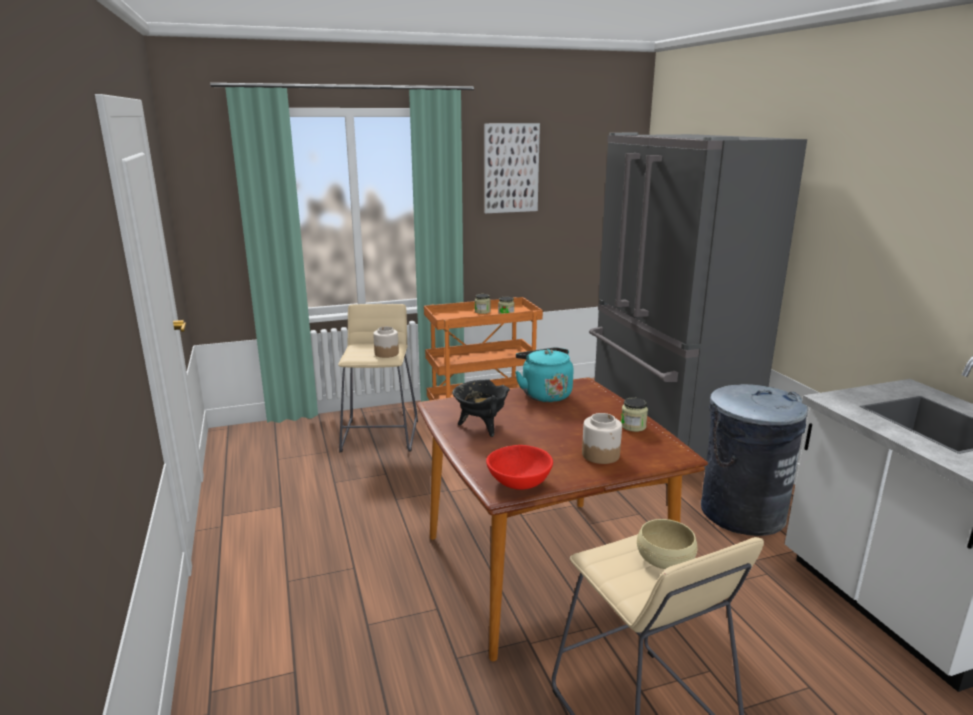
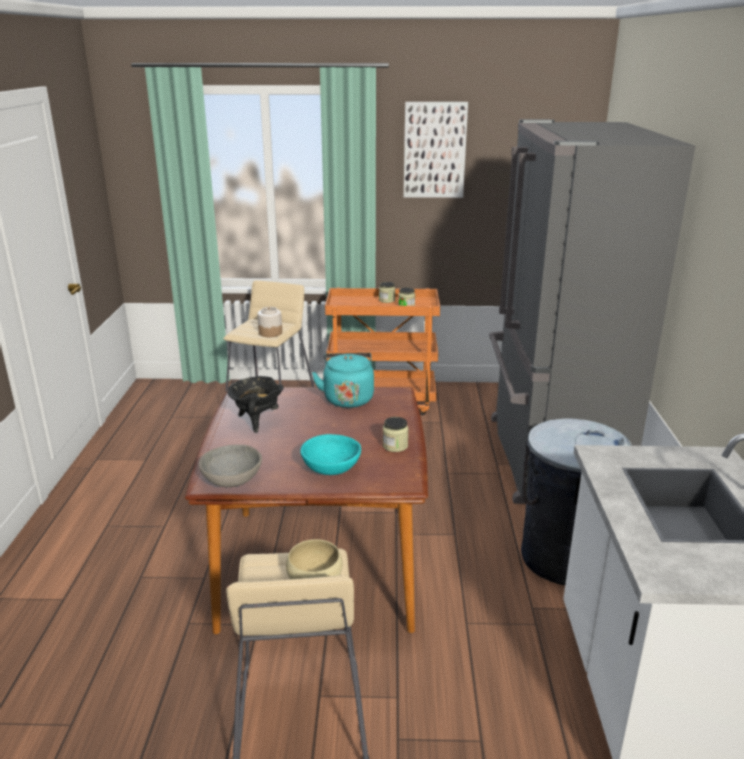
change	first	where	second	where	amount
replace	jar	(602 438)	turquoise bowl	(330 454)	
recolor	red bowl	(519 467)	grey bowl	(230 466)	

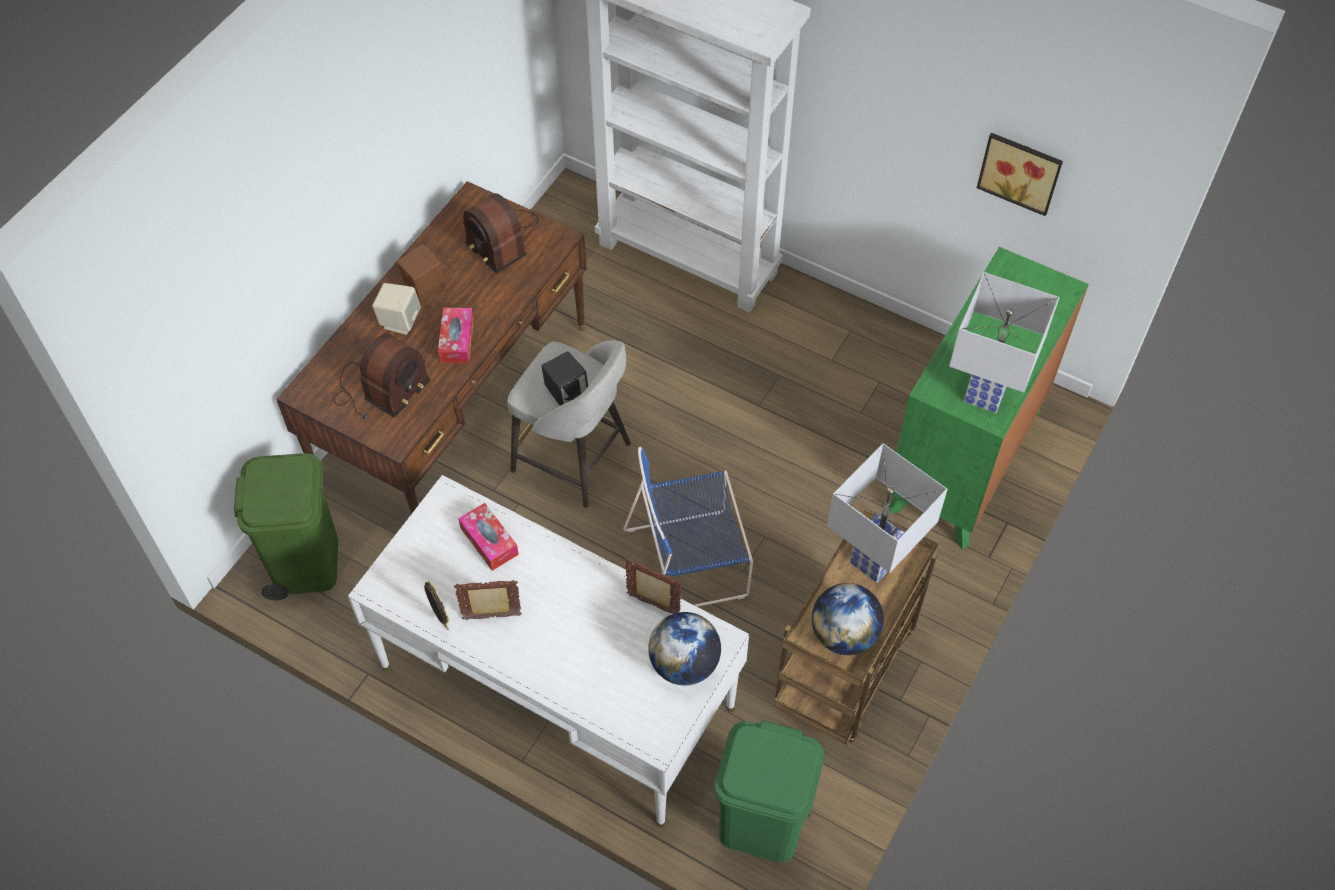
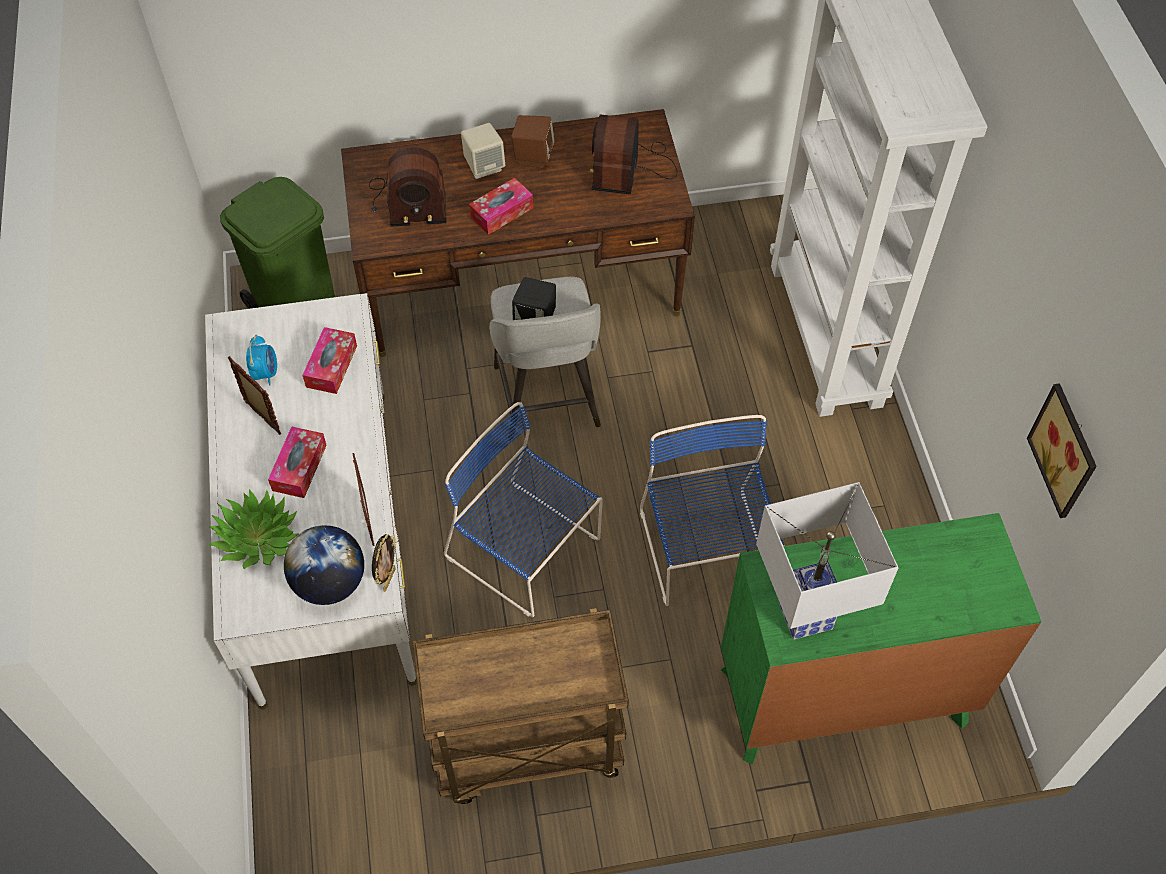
change	first	where	second	where	amount
delete	green trash can	(769 791)			
delete	globe	(848 619)			
delete	white table lamp	(887 513)			
insert			potted plant	(253 529)	
insert			alarm clock	(261 360)	
insert			tissue box	(297 462)	
insert			blue chair	(712 510)	
move	picture frame	(437 605)		(384 563)	

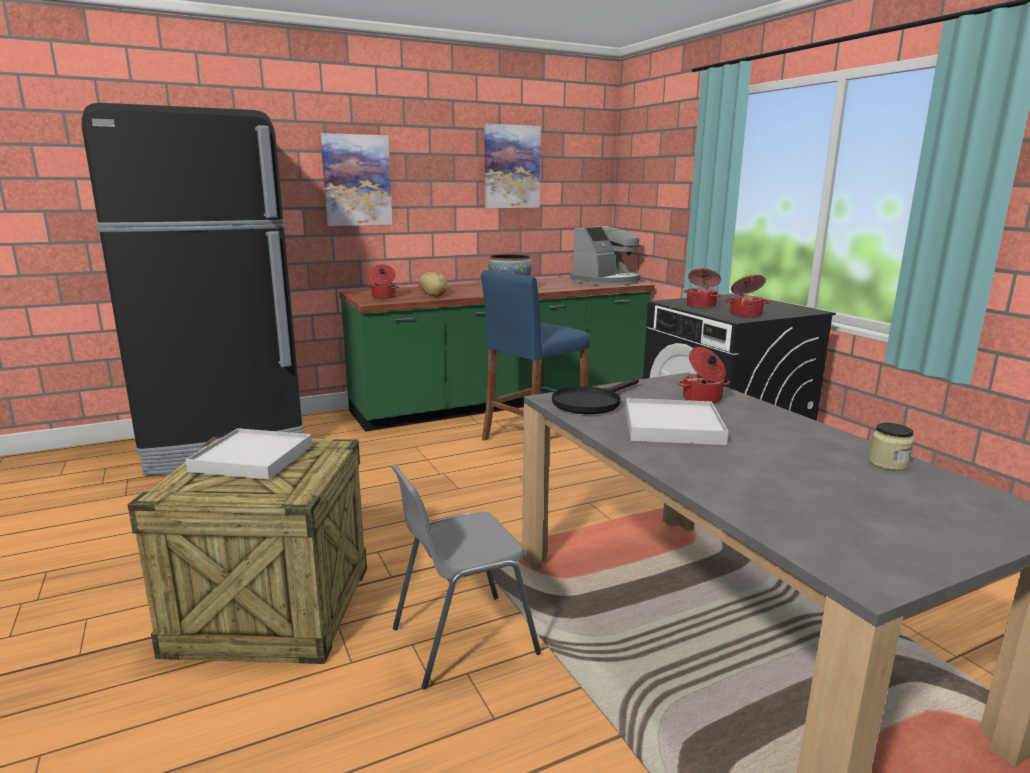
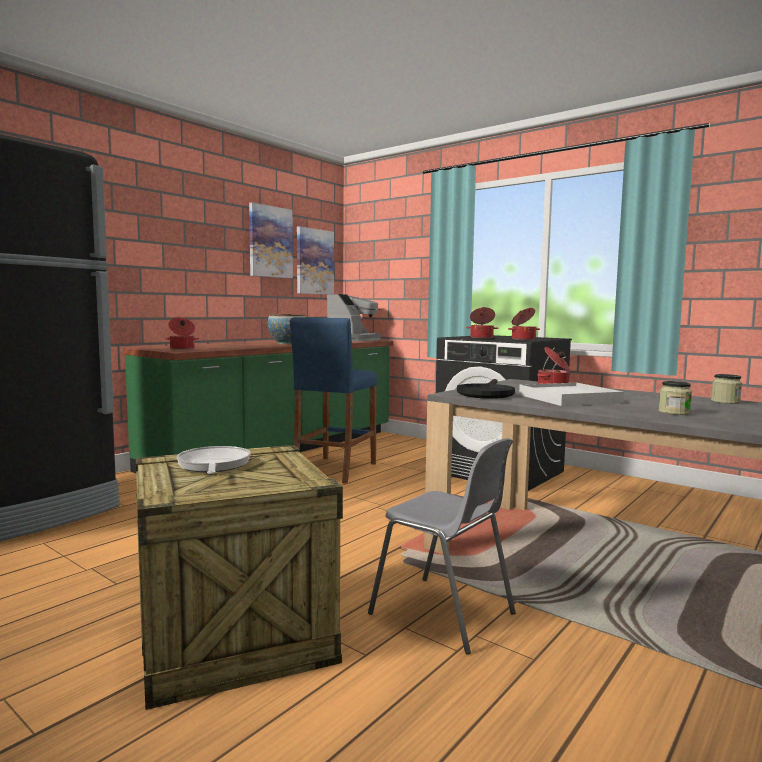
change	first	where	second	where	amount
delete	bread	(433 284)			
insert			jar	(675 398)	
move	picture	(356 179)		(315 260)	
replace	white tray	(249 454)	frying pan	(214 460)	
rotate	grey chair	(466 576)		(442 546)	90 degrees counterclockwise

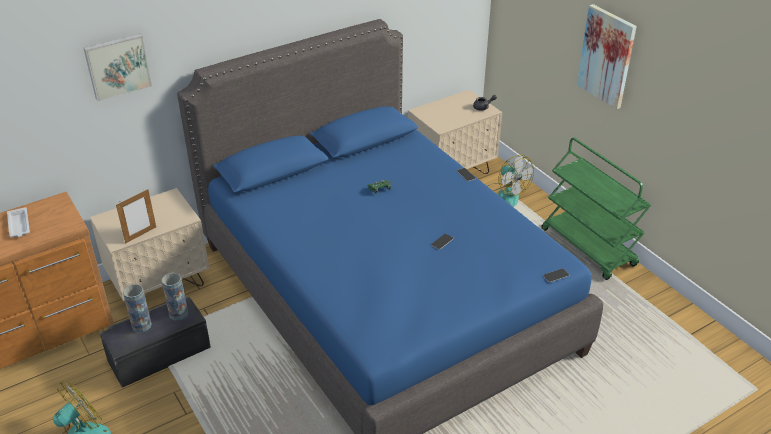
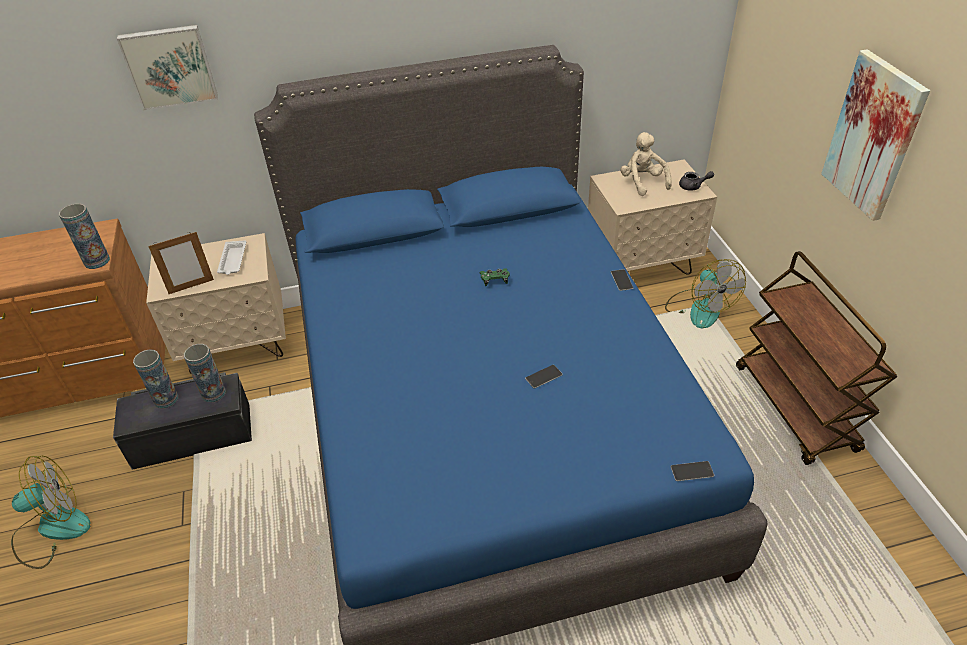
change	first	where	second	where	amount
insert			vase	(84 236)	
insert			beige plush toy	(646 164)	
move	white tray	(18 222)		(231 257)	
recolor	green cart	(596 209)	brown cart	(816 358)	

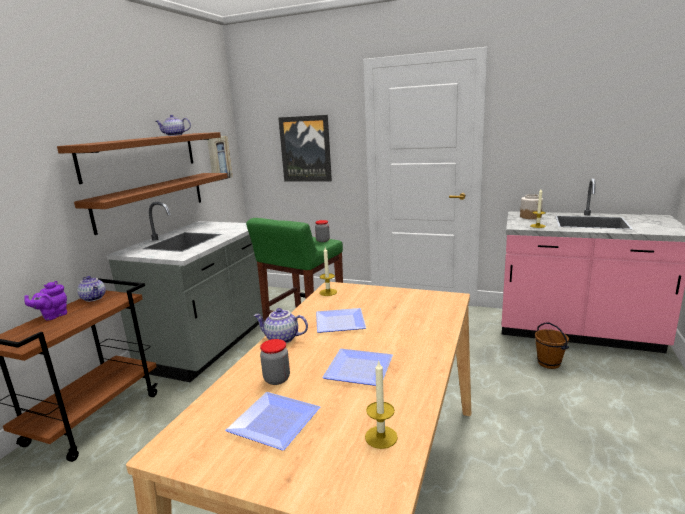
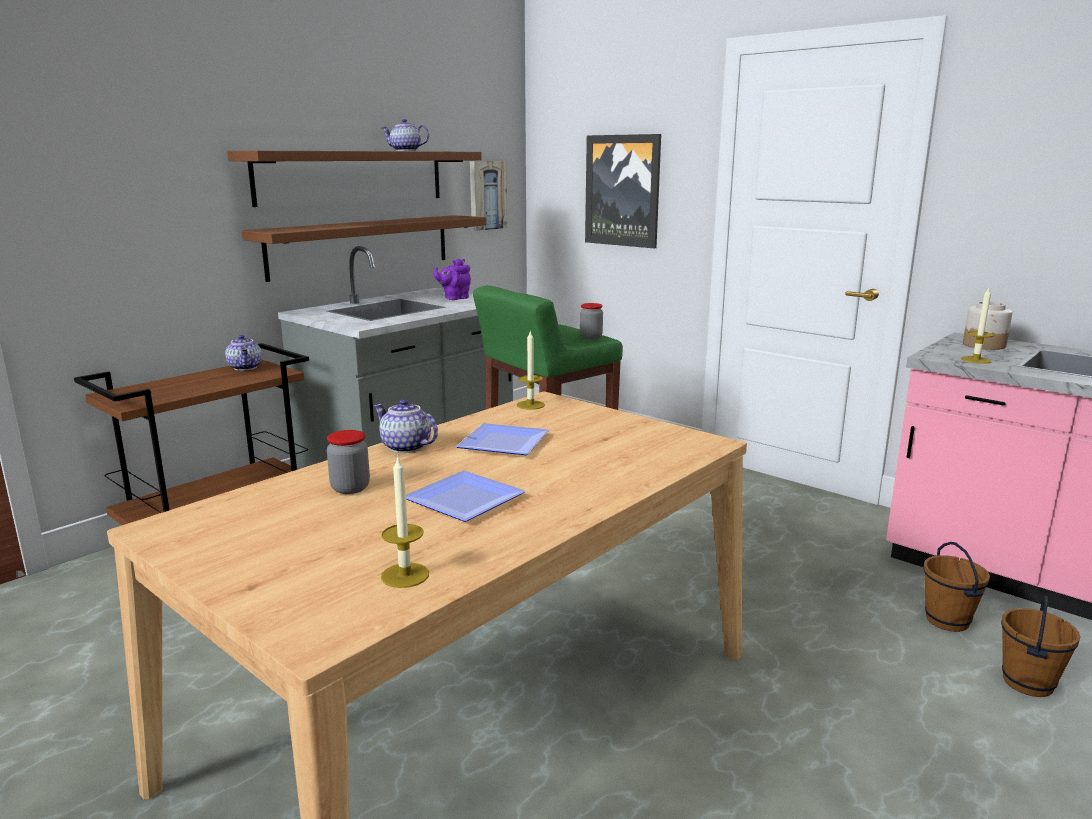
change	first	where	second	where	amount
delete	plate	(272 421)			
insert			brown bucket	(1040 646)	
move	purple teapot	(45 300)		(452 279)	

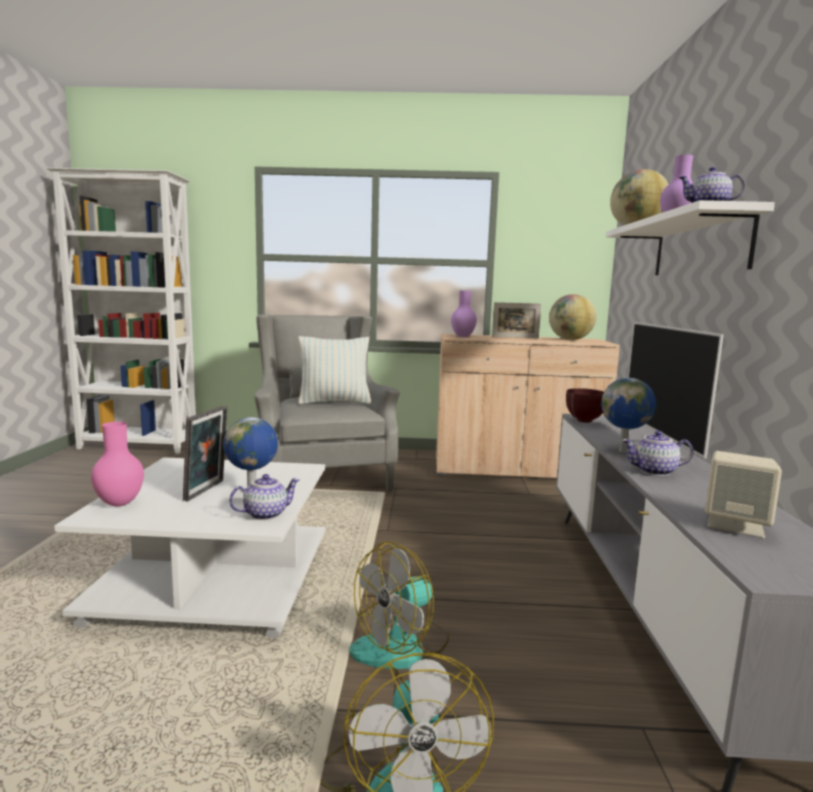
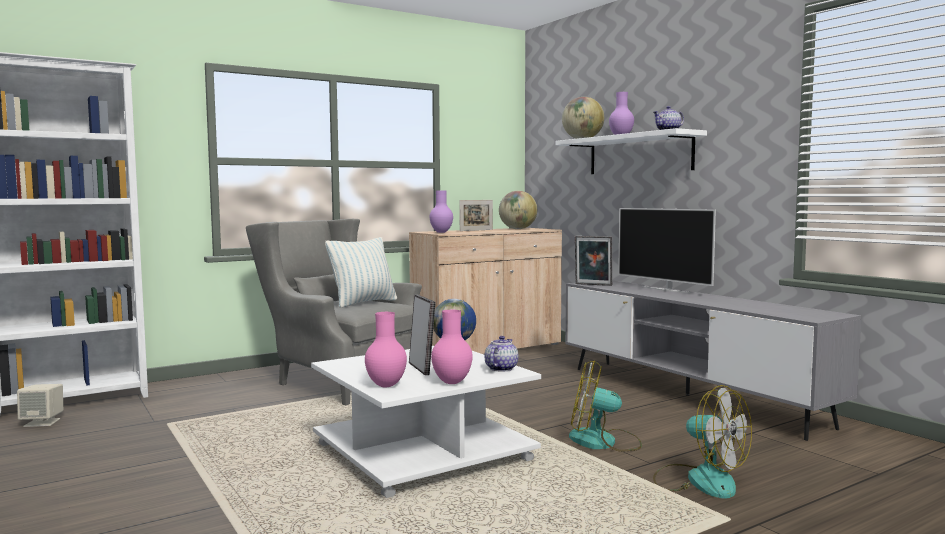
change	first	where	second	where	amount
delete	globe	(628 415)			
delete	teapot	(658 453)			
insert			pink vase	(452 347)	
move	beige speaker	(743 494)		(40 405)	
replace	brown bowl	(585 405)	picture frame	(593 261)	
rotate	fan	(399 605)		(605 406)	90 degrees clockwise

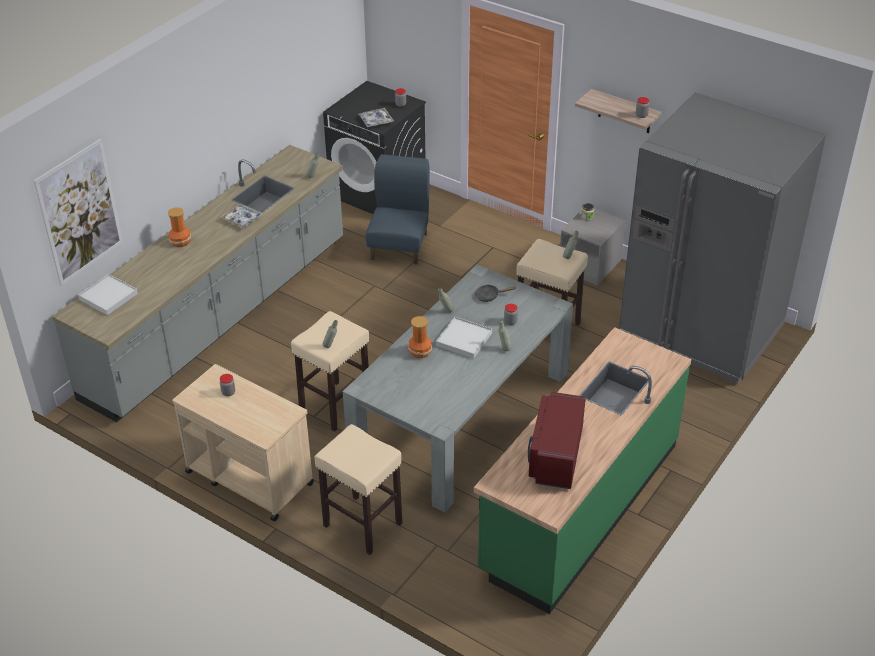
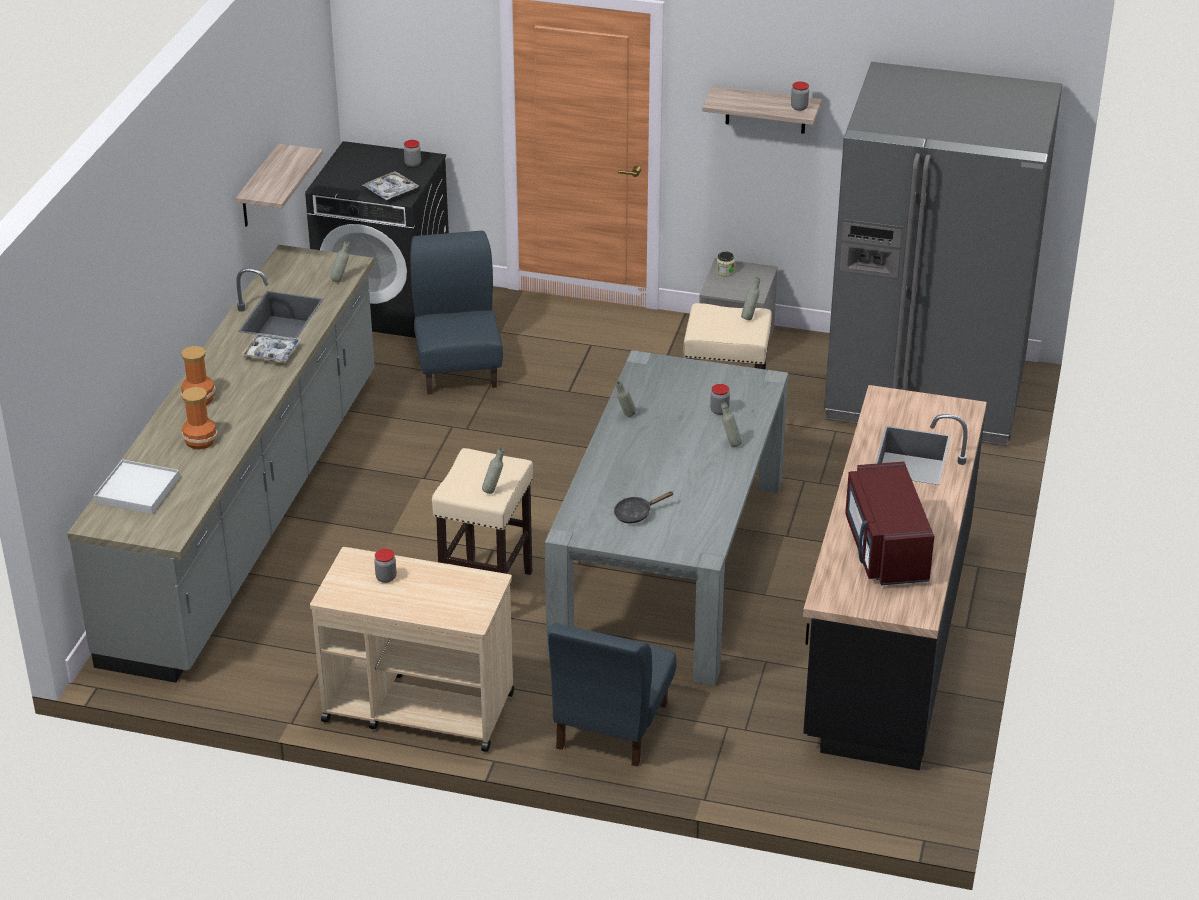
change	first	where	second	where	amount
delete	picture	(78 212)			
delete	white tray	(464 338)			
insert			shelf	(279 185)	
move	vase	(420 337)		(199 418)	
move	black frying pan	(495 293)		(643 507)	
replace	beige stool	(358 489)	blue chair	(612 695)	
recolor	green counter	(582 470)	black counter	(895 578)	

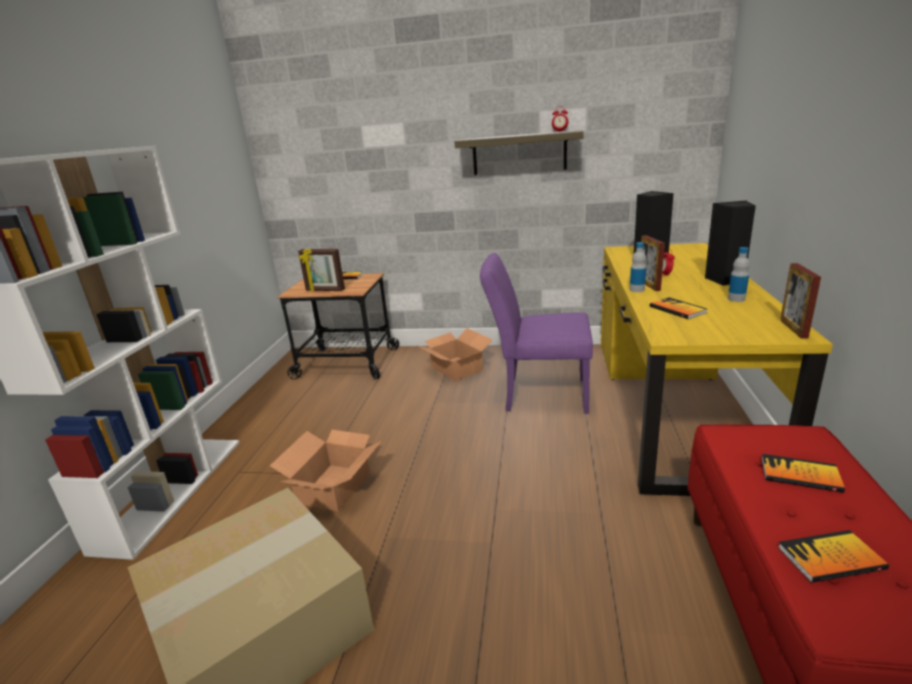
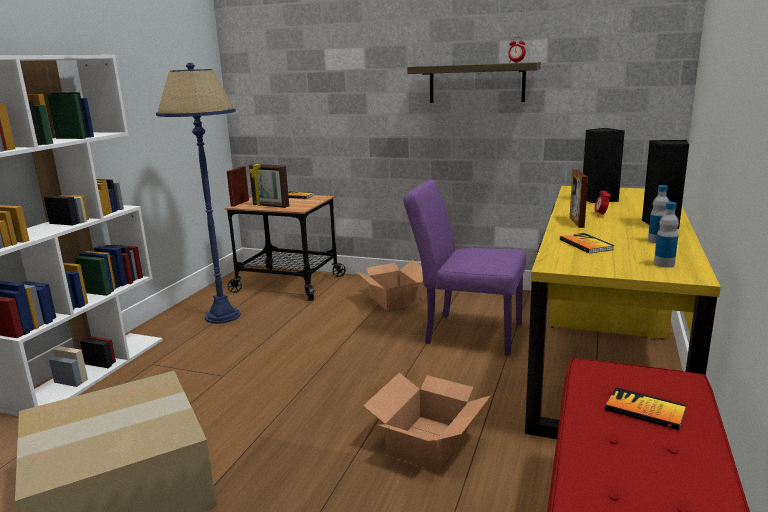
change	first	where	second	where	amount
delete	book	(833 556)			
insert			blue floor lamp	(198 193)	
move	cardboard box	(325 471)		(427 422)	
move	bottle	(638 267)		(666 235)	
move	picture frame	(800 301)		(238 186)	

